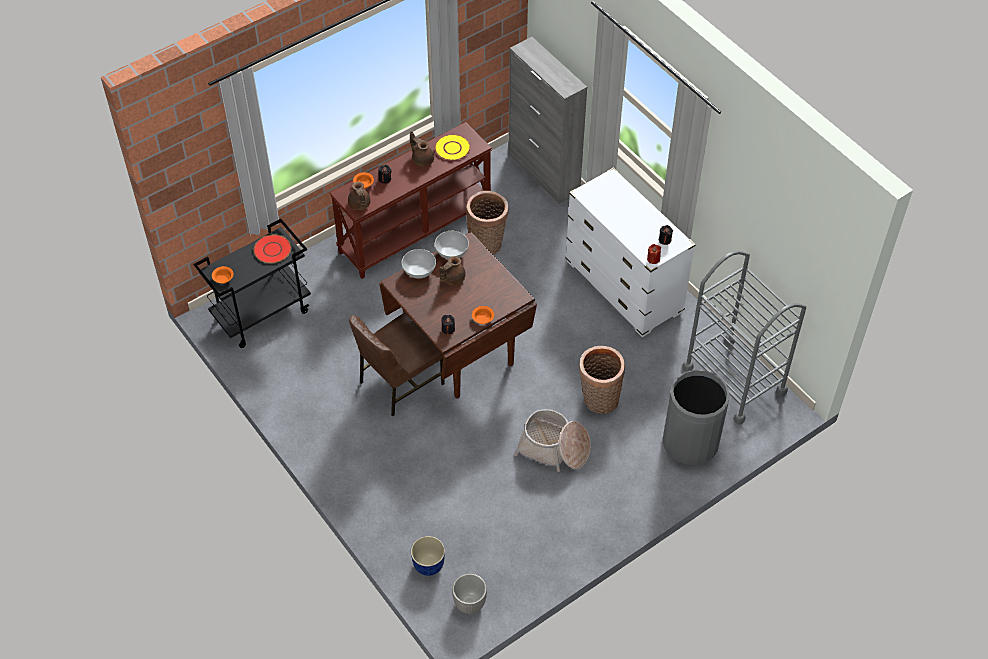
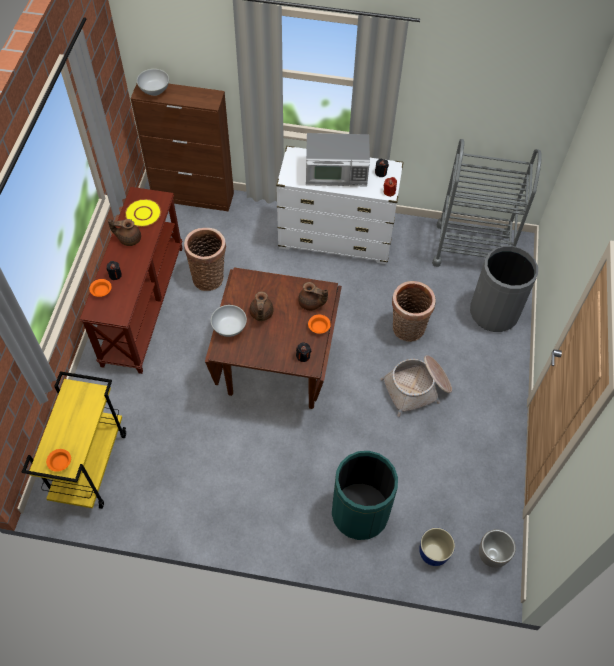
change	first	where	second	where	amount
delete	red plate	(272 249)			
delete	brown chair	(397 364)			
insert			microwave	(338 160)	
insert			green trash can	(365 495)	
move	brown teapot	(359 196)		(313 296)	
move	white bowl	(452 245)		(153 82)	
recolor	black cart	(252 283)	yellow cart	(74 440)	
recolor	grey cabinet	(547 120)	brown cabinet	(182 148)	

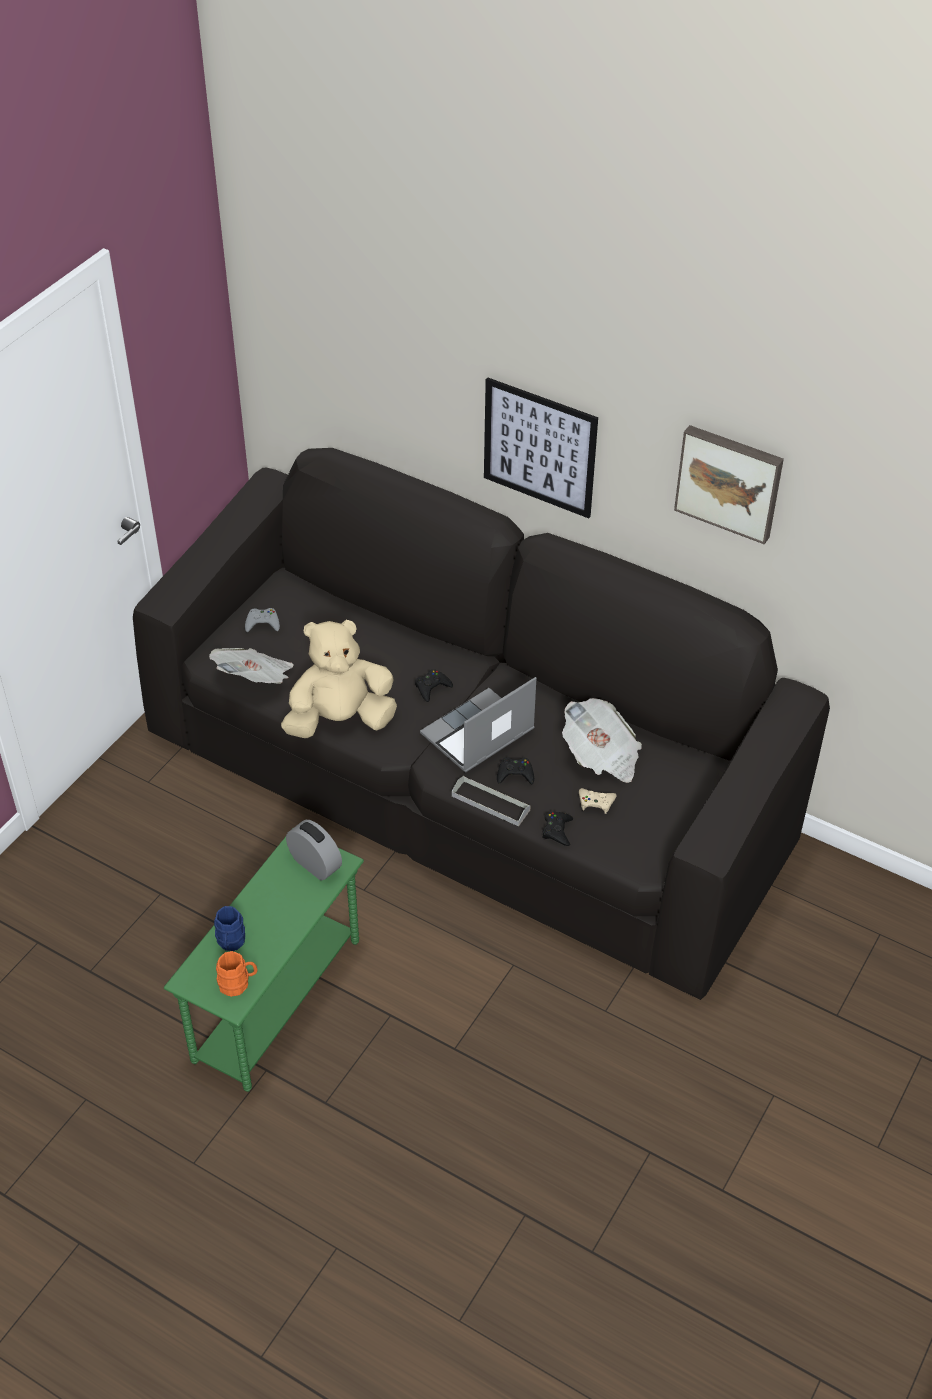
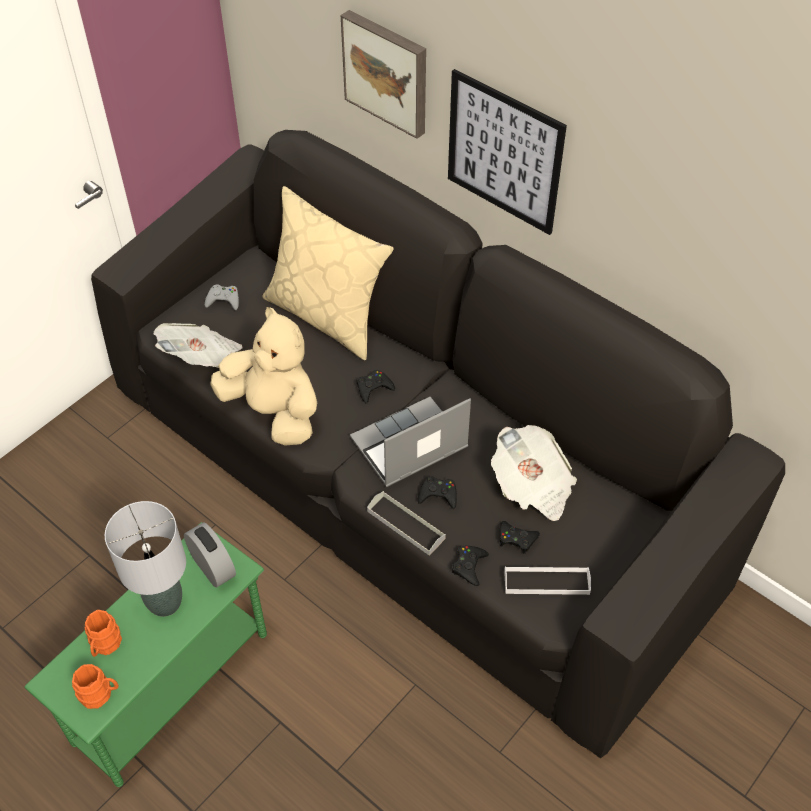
change	first	where	second	where	amount
insert			grey table lamp	(145 559)	
insert			beige pillow	(328 273)	
insert			white tray	(547 580)	
move	picture	(729 484)		(383 74)	
recolor	blue mug	(229 928)	orange mug	(103 633)	
recolor	beige game controller	(598 801)	black game controller	(520 537)	
rotate	beige plush toy	(339 679)		(263 376)	45 degrees clockwise

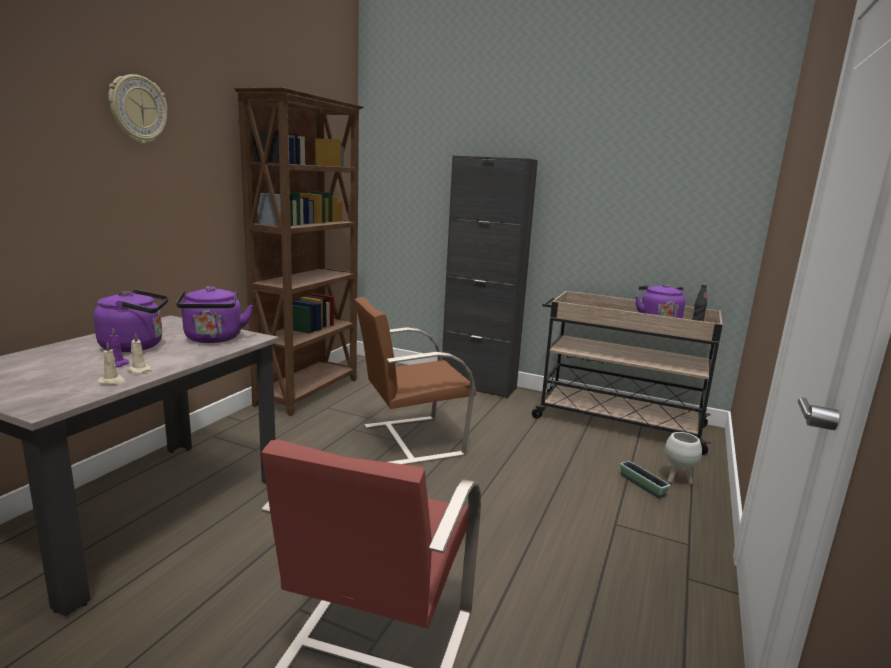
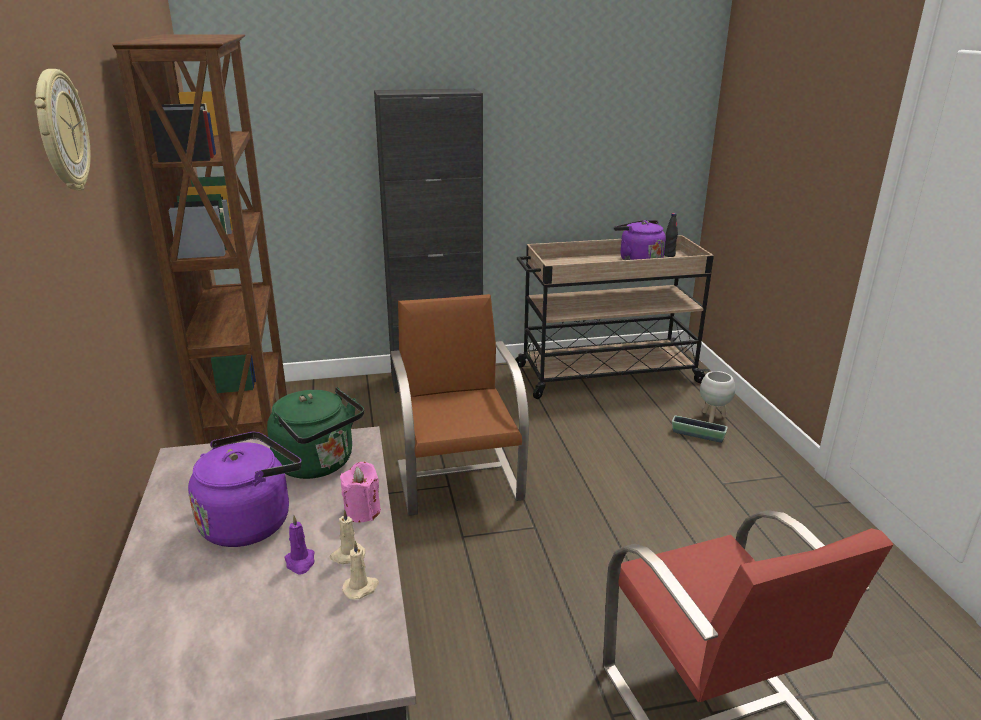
change	first	where	second	where	amount
insert			pink candle	(360 492)	
recolor	purple kettle	(214 314)	green kettle	(315 433)	
rotate	brown chair	(415 381)		(459 405)	135 degrees clockwise

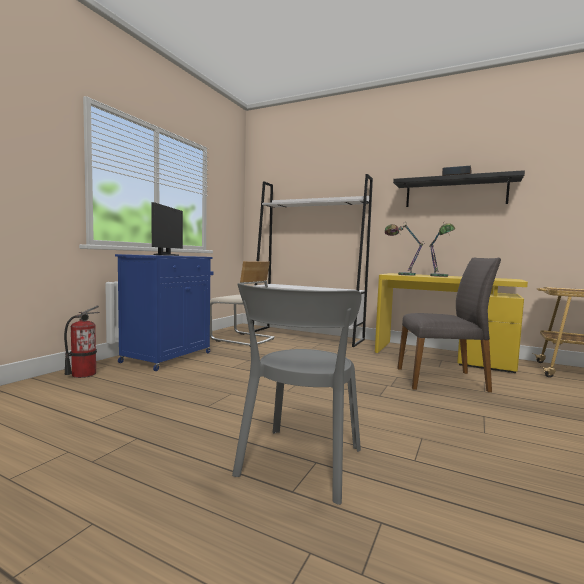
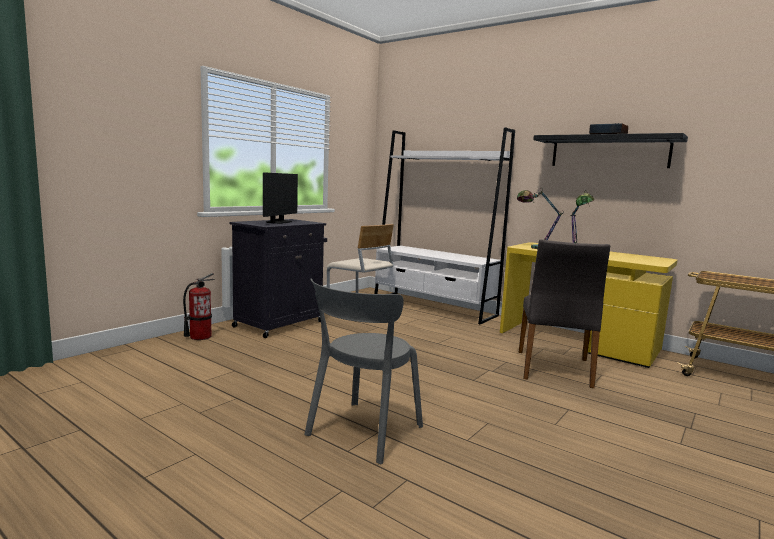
change	first	where	second	where	amount
recolor	blue cabinet	(164 312)	black cabinet	(278 278)	
rotate	grey chair	(449 325)		(564 314)	90 degrees clockwise

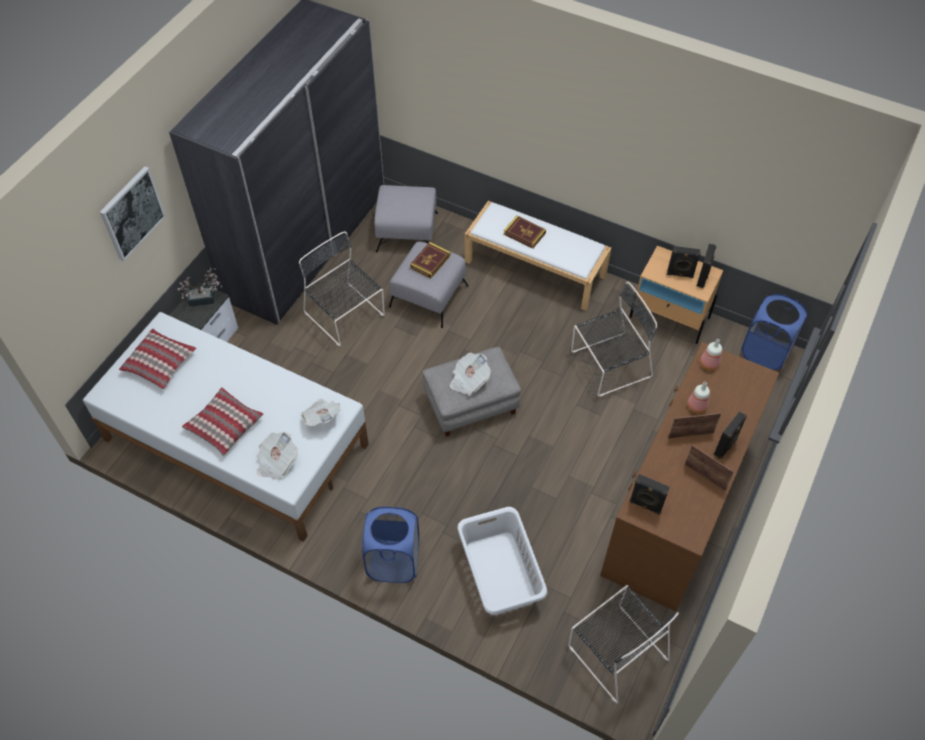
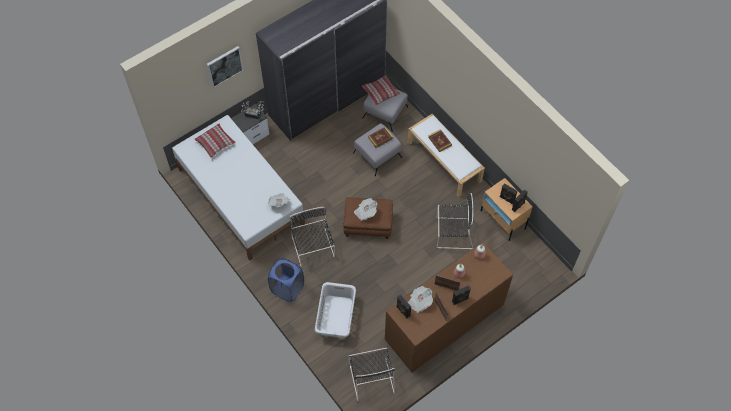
change	first	where	second	where	amount
delete	blue laundry basket	(774 332)			
move	pillow	(222 421)		(381 90)	
move	newspaper	(277 456)		(420 299)	
move	black chair	(342 288)		(312 237)	
recolor	grey ottoman	(472 392)	brown ottoman	(368 218)	

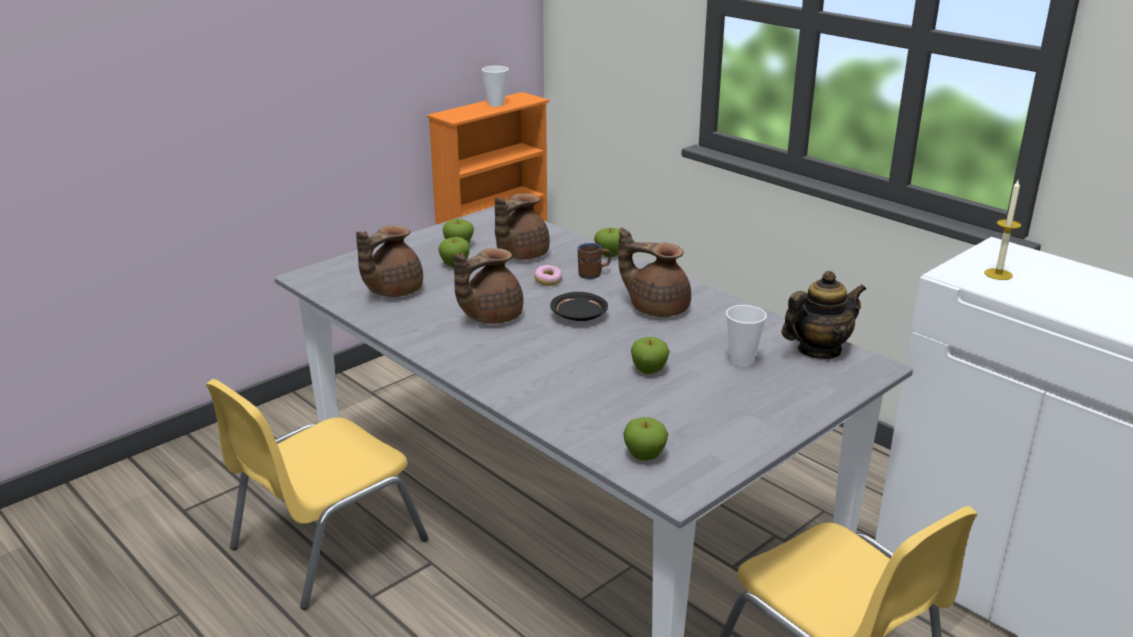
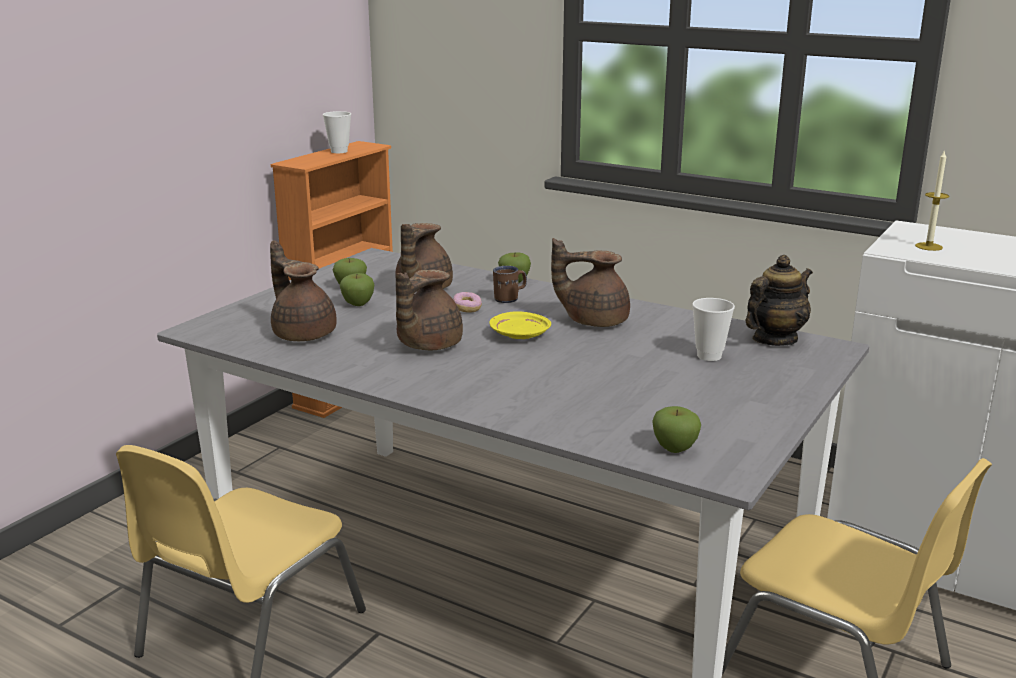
change	first	where	second	where	amount
delete	apple	(650 355)			
recolor	black plate	(579 306)	yellow plate	(520 325)	
rotate	brown teapot	(389 261)		(303 291)	120 degrees clockwise

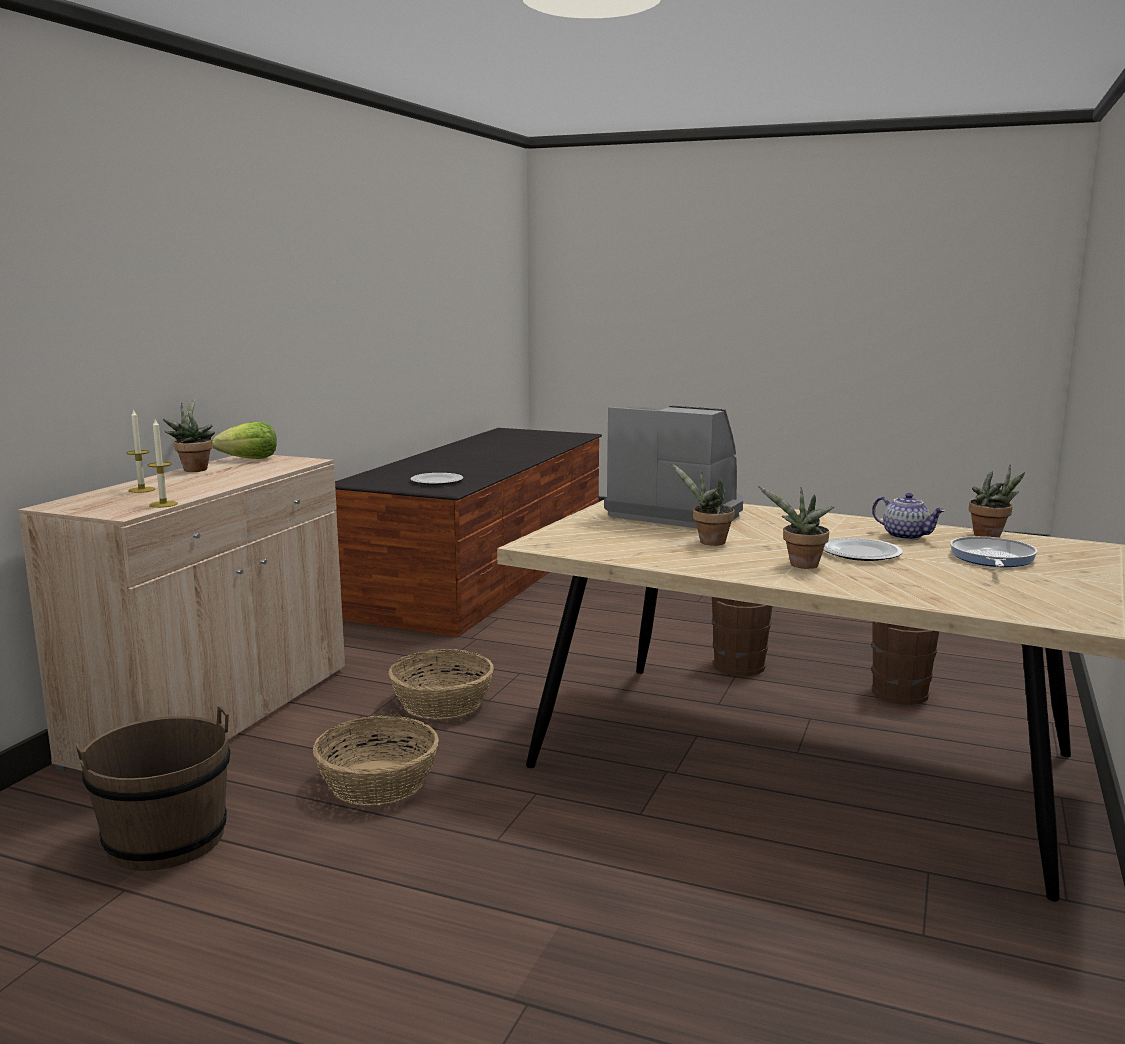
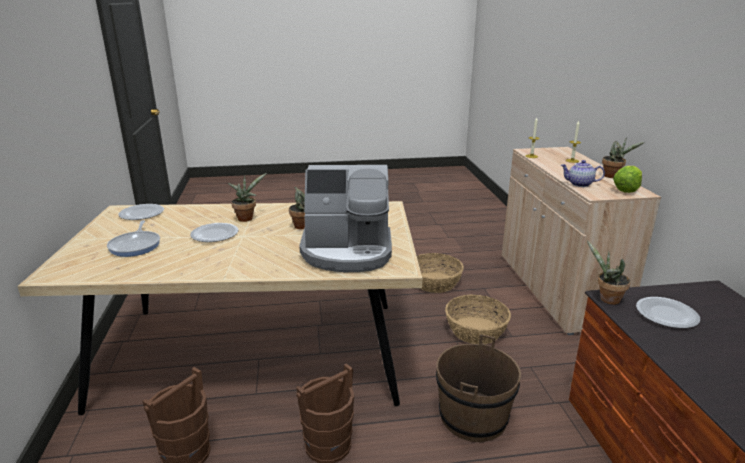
change	first	where	second	where	amount
insert			plate	(141 212)	
move	brown bucket	(152 788)		(478 388)	
move	teapot	(908 516)		(583 173)	
move	potted plant	(997 501)		(609 272)	

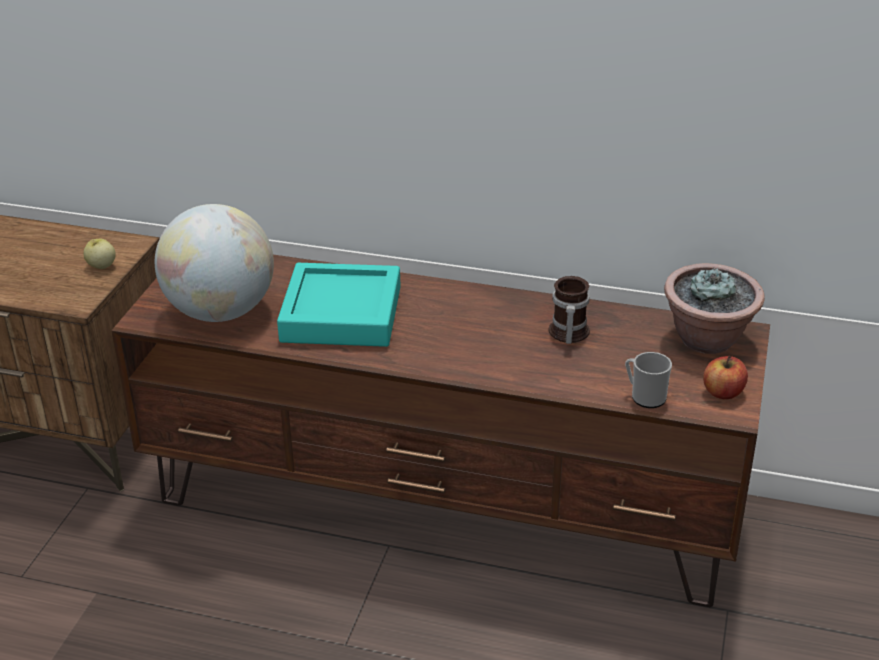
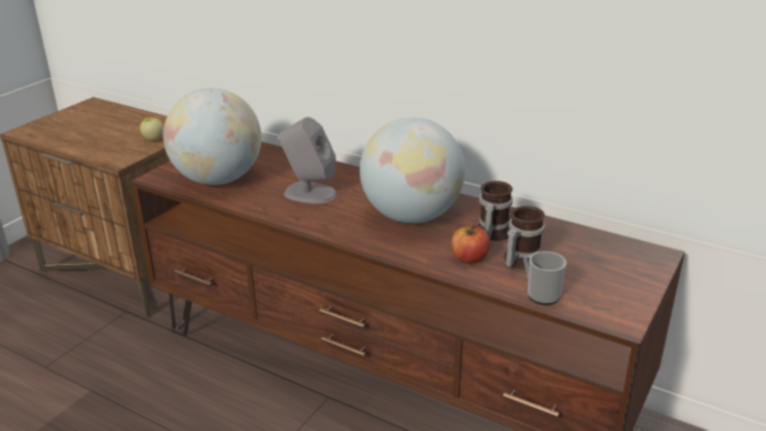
change	first	where	second	where	amount
delete	potted plant	(714 308)			
insert			globe	(412 170)	
insert			mug	(524 237)	
move	apple	(725 377)		(470 244)	
replace	turquoise tray	(339 305)	grey speaker	(308 160)	

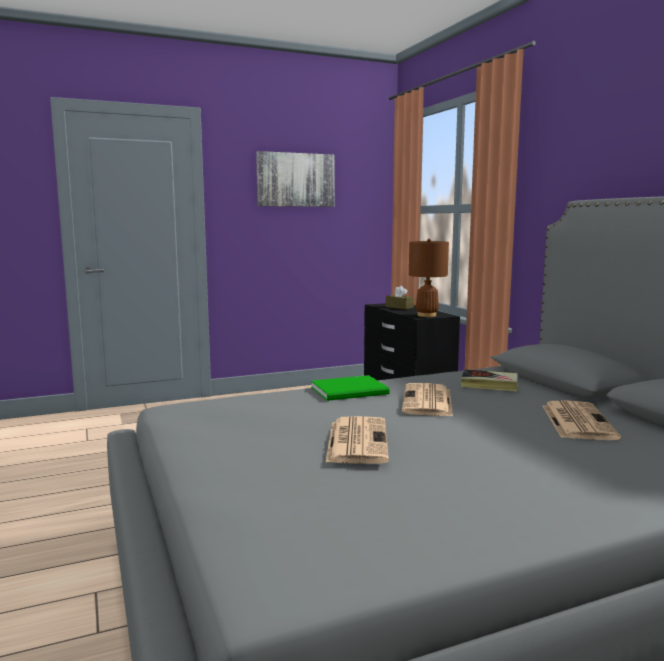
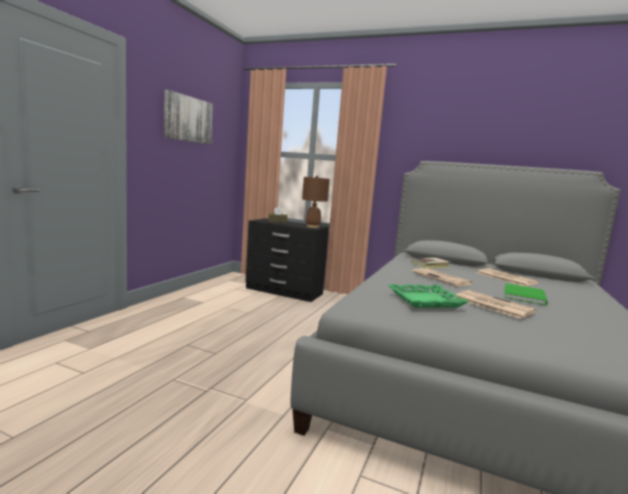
change	first	where	second	where	amount
insert			green tray	(428 296)	
move	green book	(350 388)		(526 294)	

